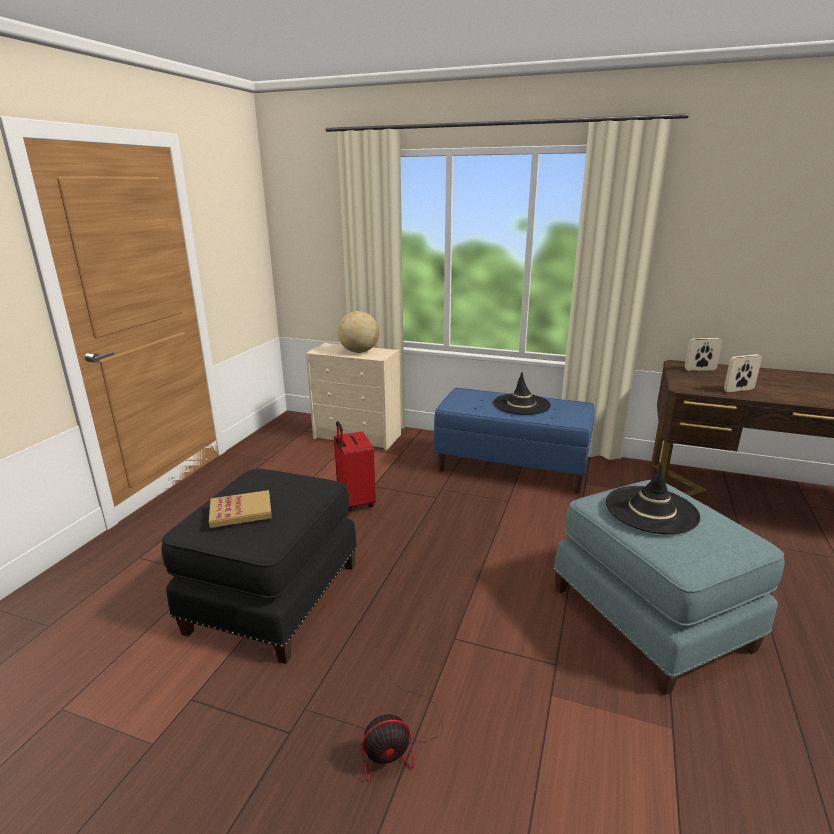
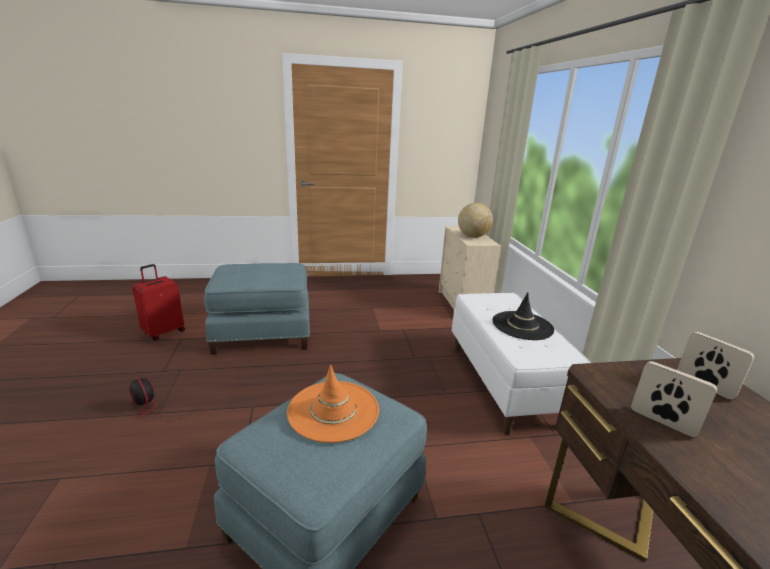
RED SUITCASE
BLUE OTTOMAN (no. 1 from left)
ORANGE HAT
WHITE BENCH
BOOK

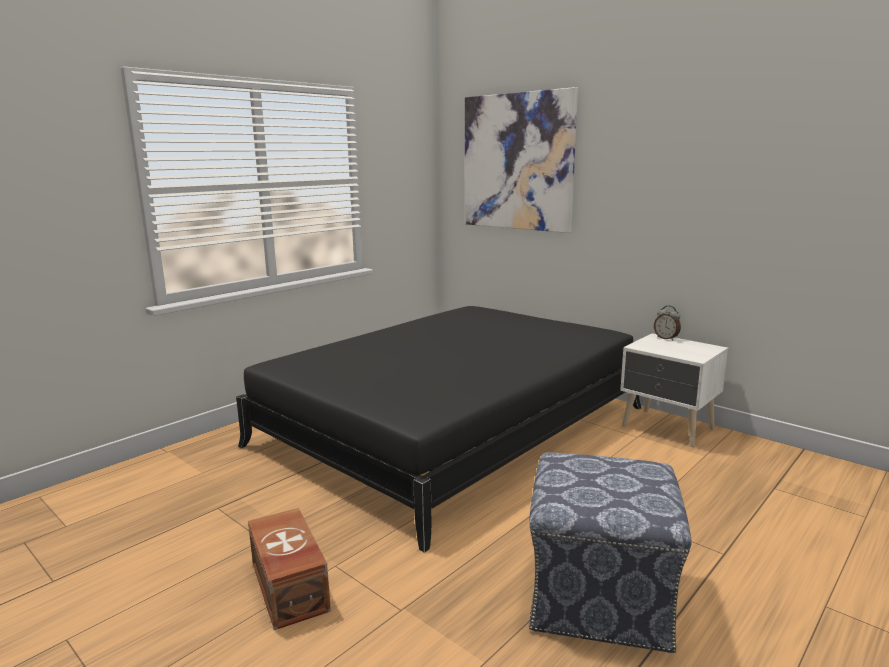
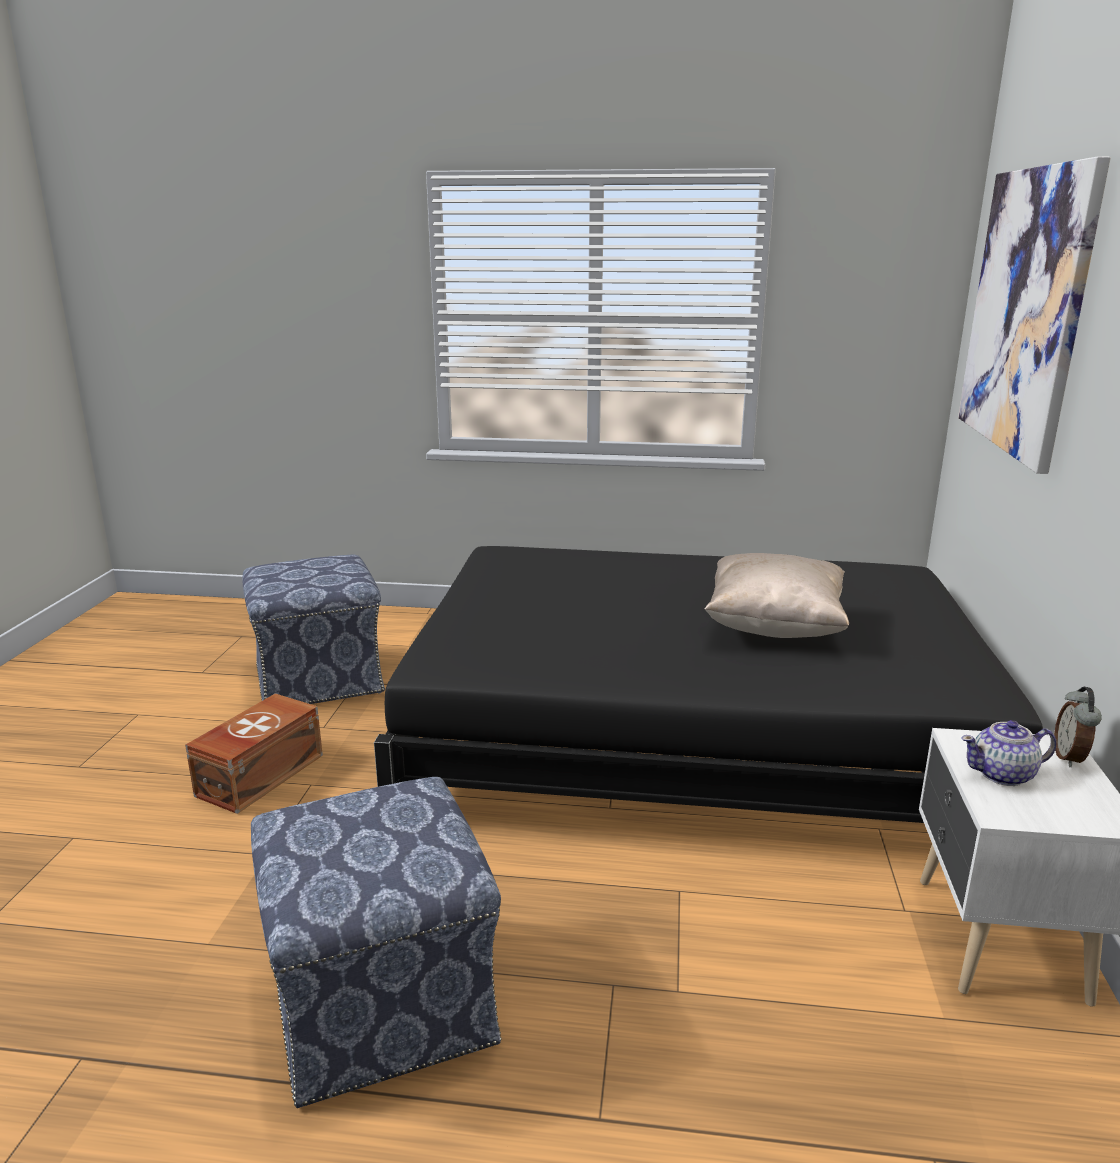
OTTOMAN (no. 1 from left)
BEIGE PILLOW
TEAPOT

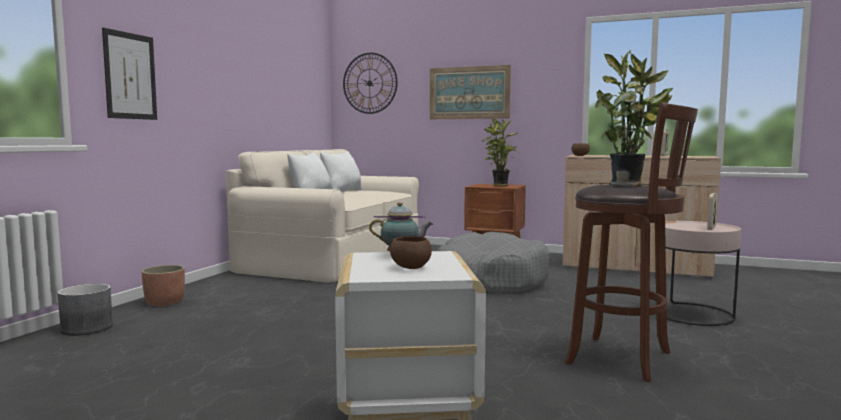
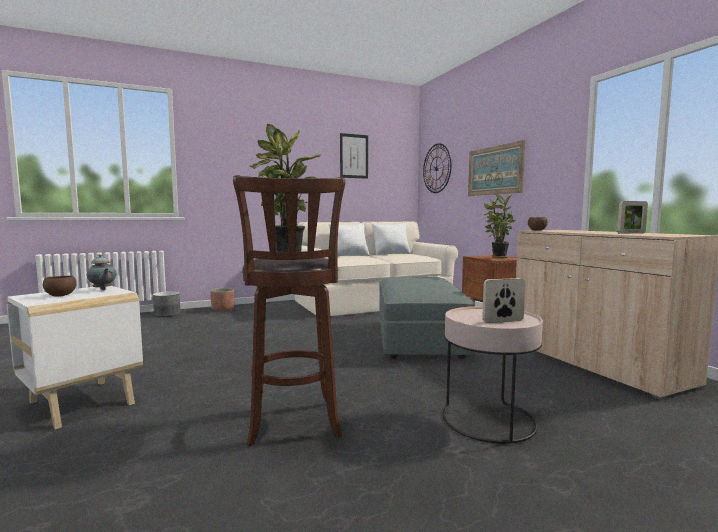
PICTURE (no. 1 from left)
GREY OTTOMAN

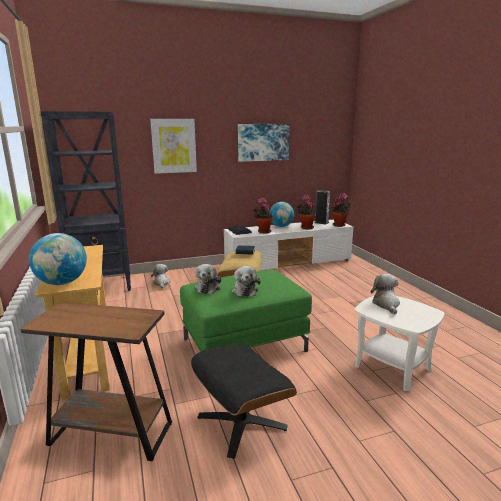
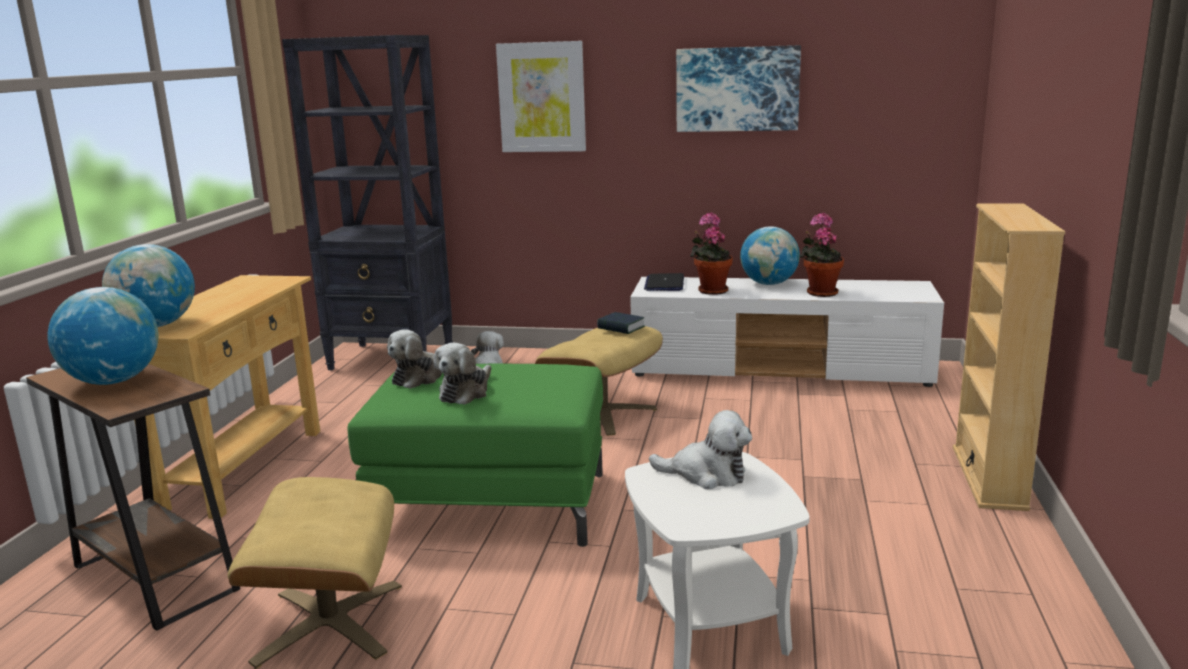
GLOBE (no. 1 from left)
BEIGE OTTOMAN (no. 1 from left)
PLUSH TOY (no. 4 from left)
BEIGE BOOKCASE
SPEAKER
POTTED PLANT (no. 3 from left in the first image)

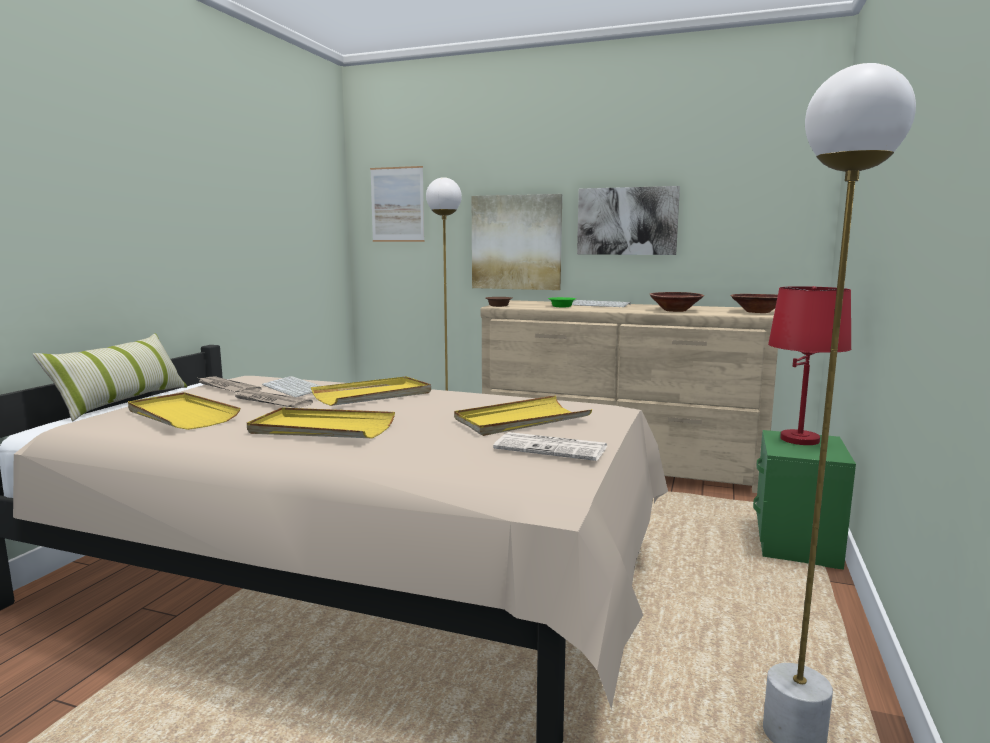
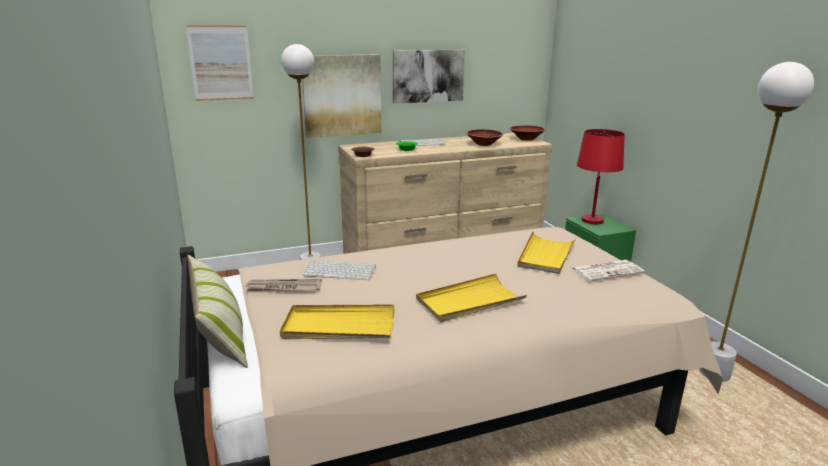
NEWSPAPER (no. 2 from left in the first image)
YELLOW TRAY (no. 3 from left in the first image)

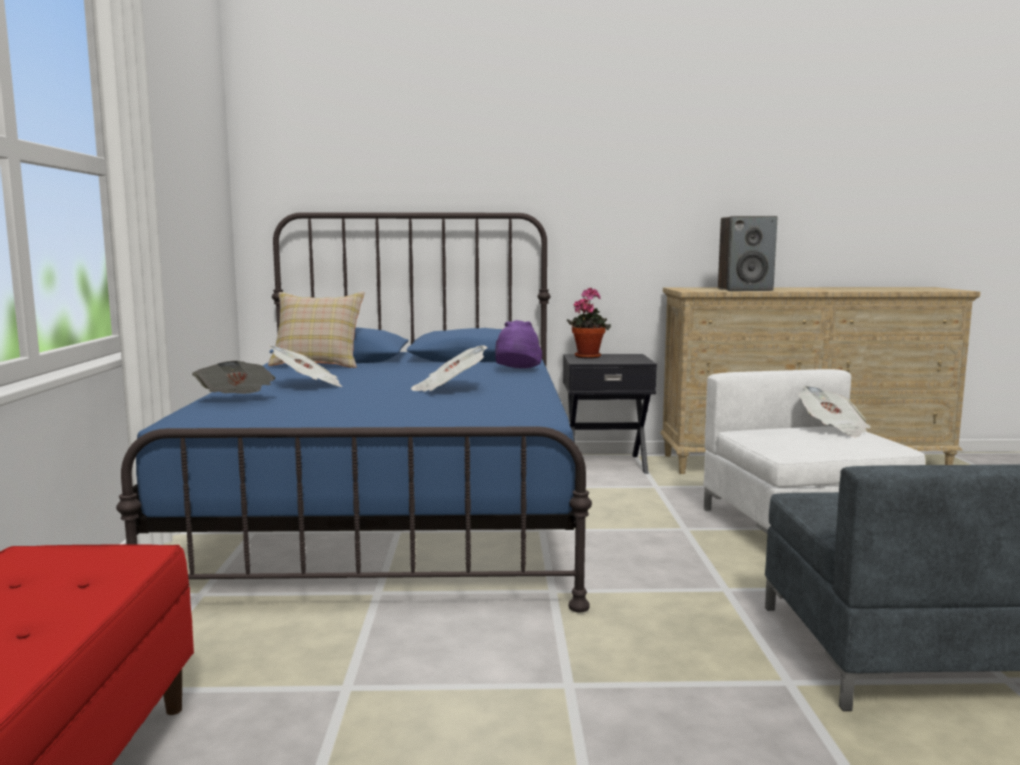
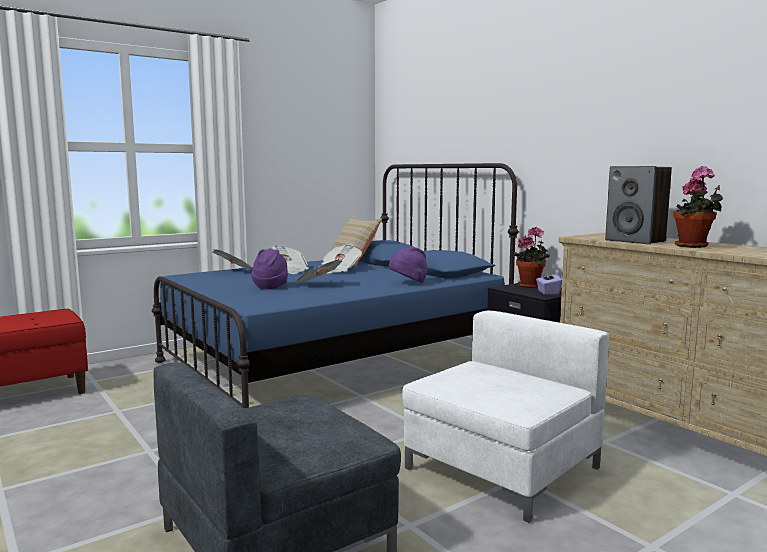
PURPLE HAT (no. 1 from left)
NEWSPAPER (no. 4 from left)
PURPLE TISSUE BOX
POTTED PLANT (no. 2 from left)

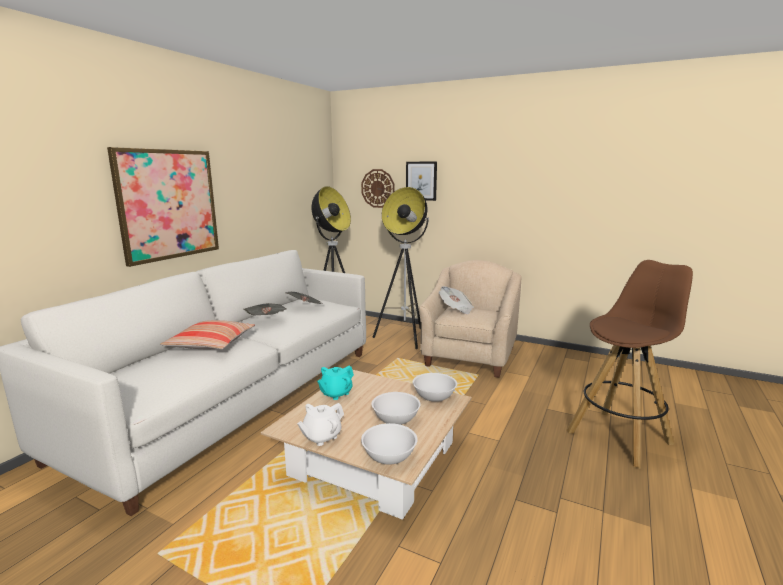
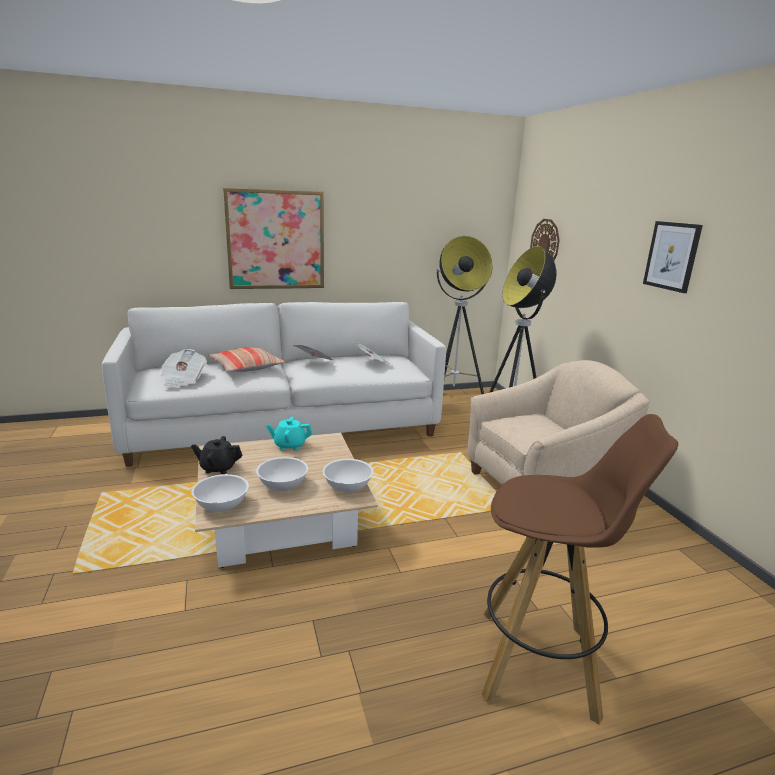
NEWSPAPER (no. 1 from left)
BLACK TEAPOT
PICTURE (no. 2 from left)

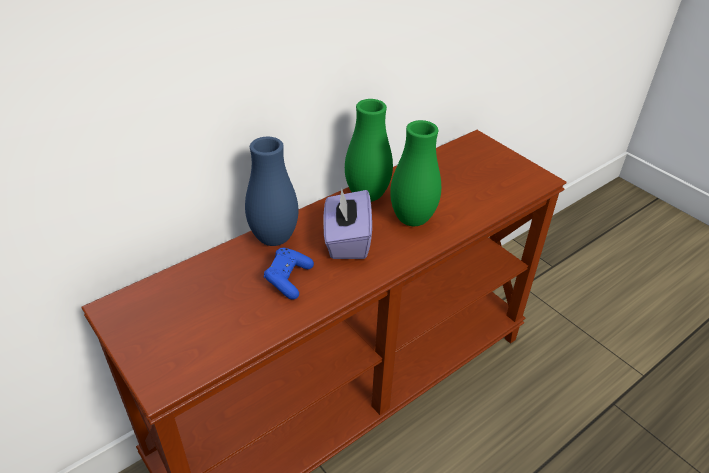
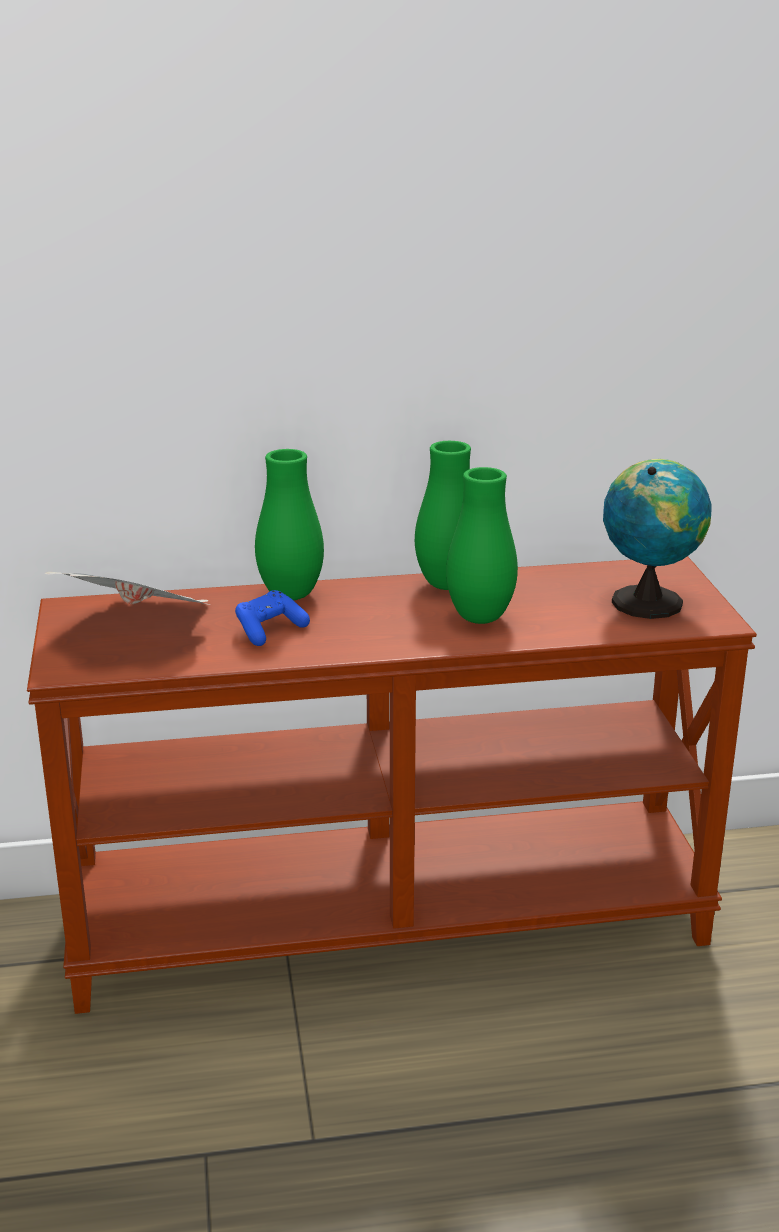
NEWSPAPER
GREEN VASE (no. 1 from left)
GLOBE
PURPLE TISSUE BOX

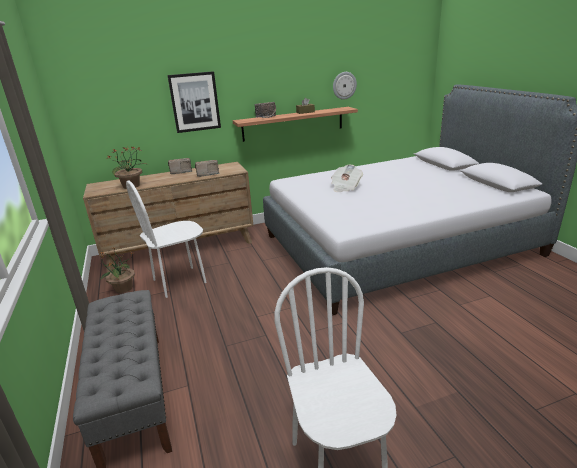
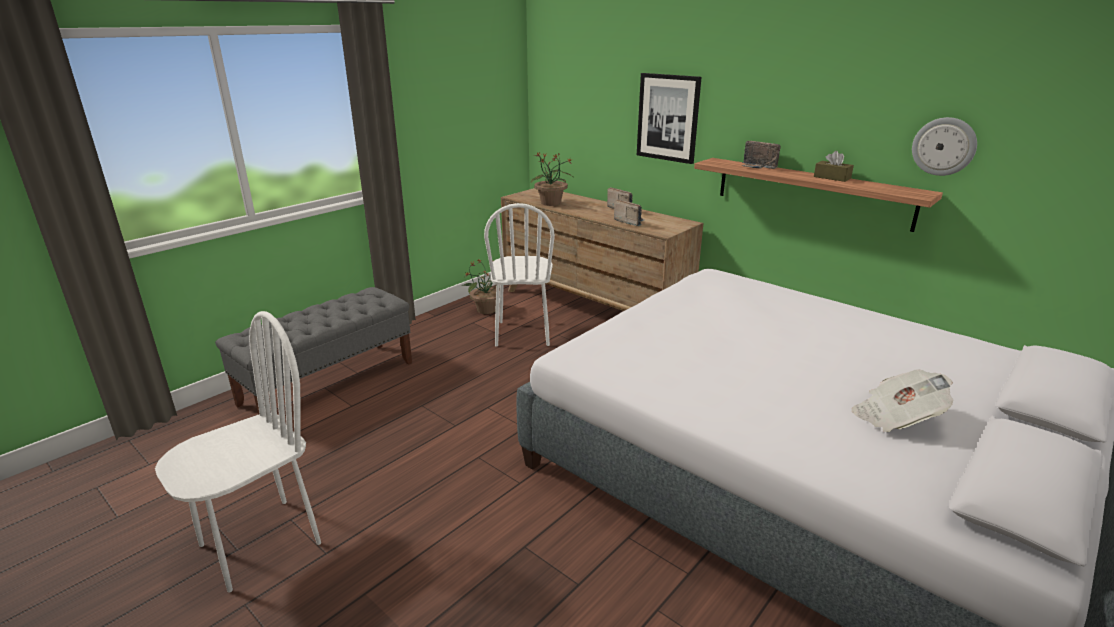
WHITE CHAIR (no. 2 from left)
NEWSPAPER

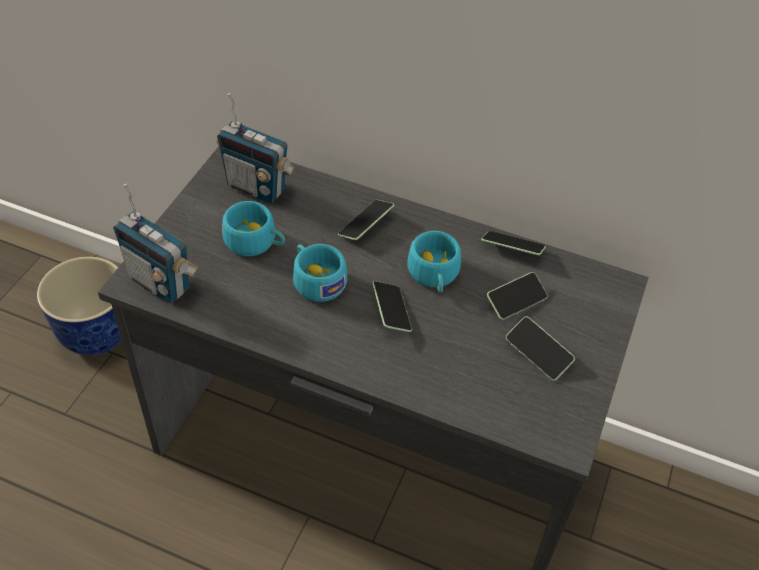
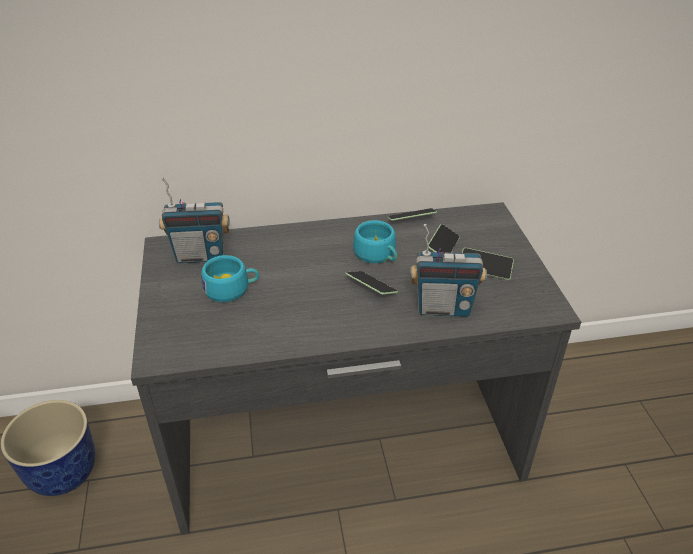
RADIO (no. 2 from left)
TURQUOISE CUP (no. 2 from left in the first image)
PHONE (no. 1 from left in the first image)

